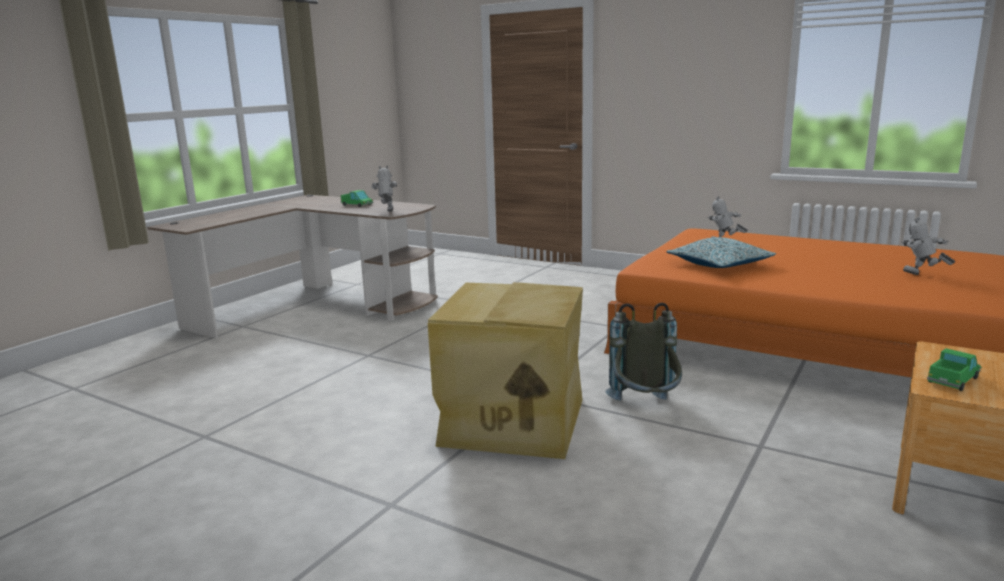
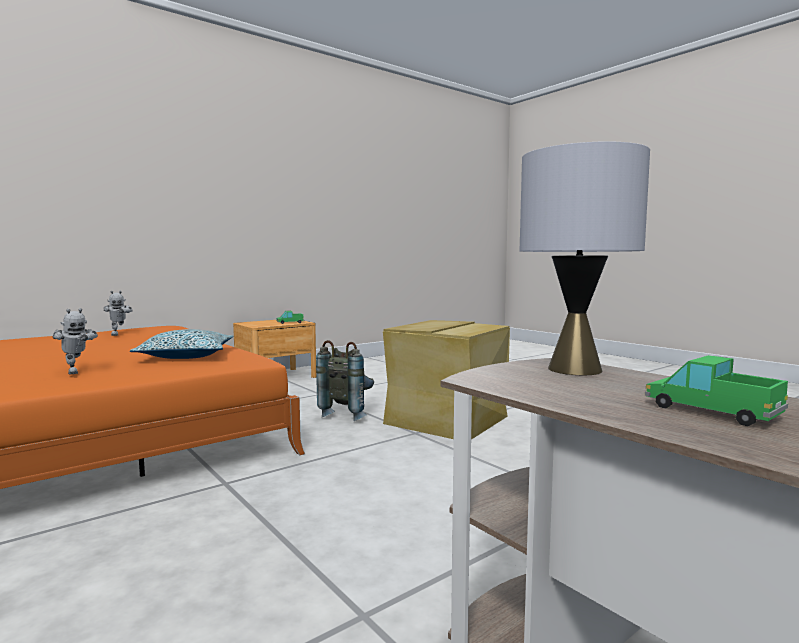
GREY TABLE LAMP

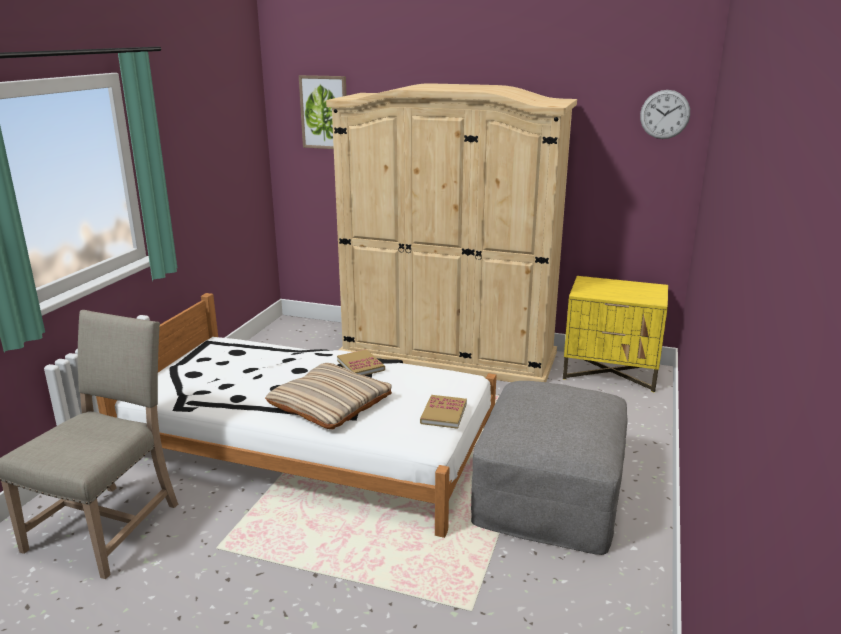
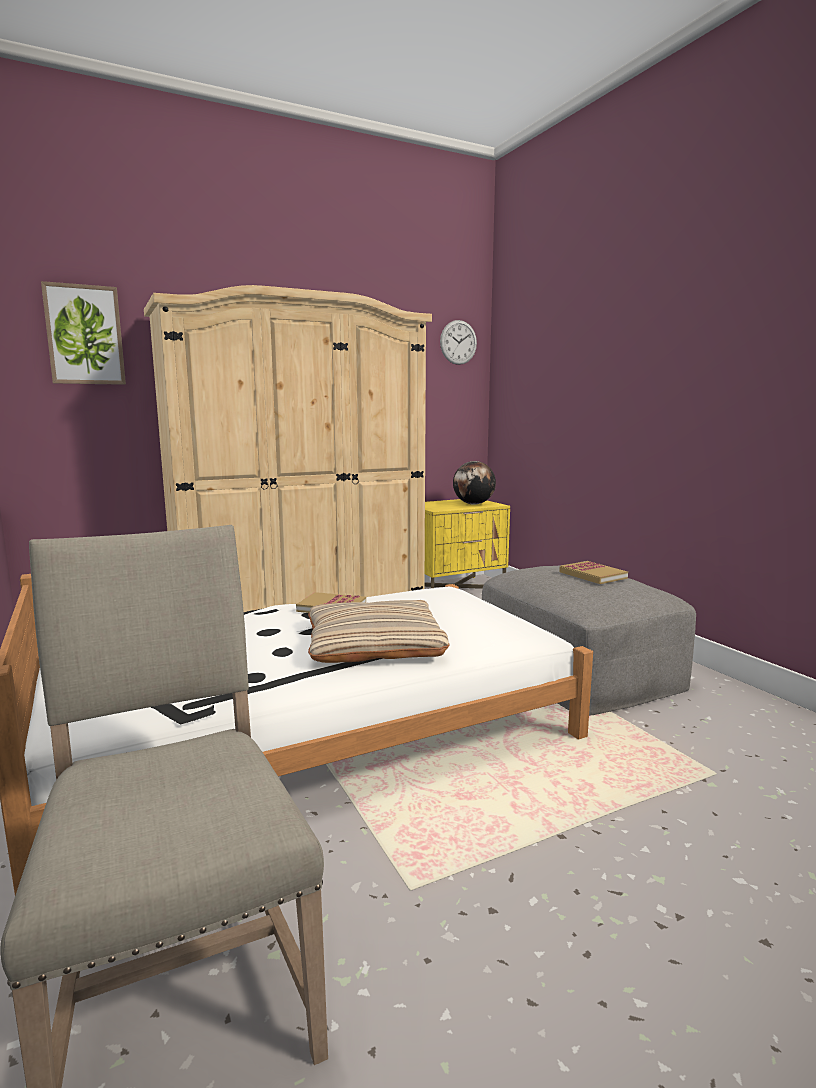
GLOBE
BOOK (no. 2 from left)

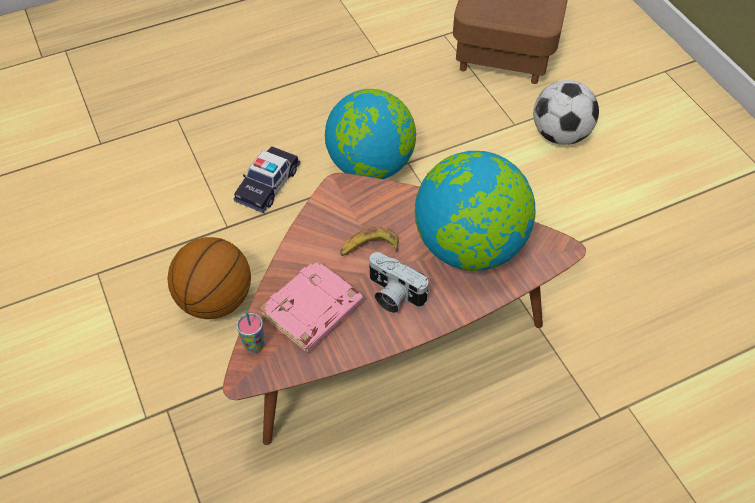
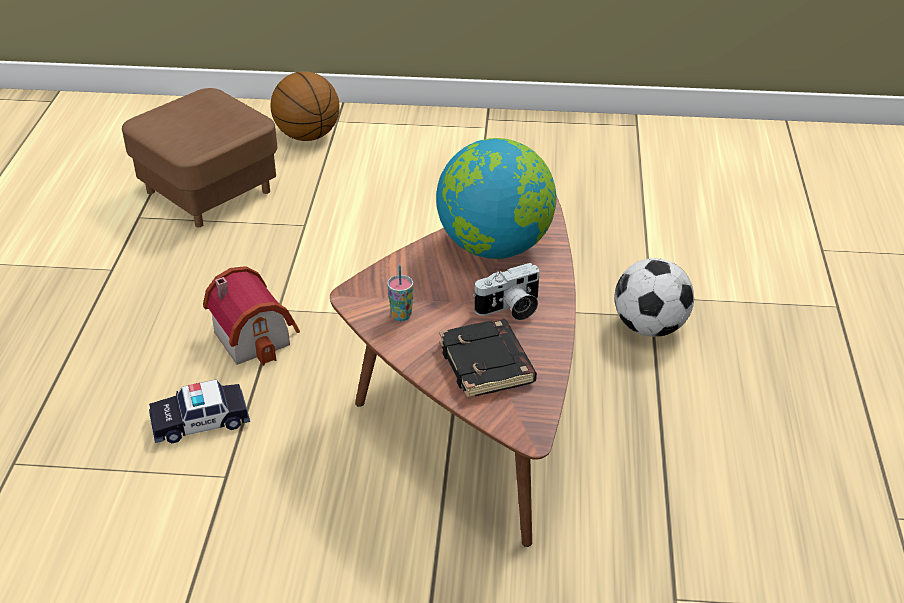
TOY CAR
TOY HOUSE
BASKETBALL
CUP
BLACK BOOK
FOOTBALL
BANANA

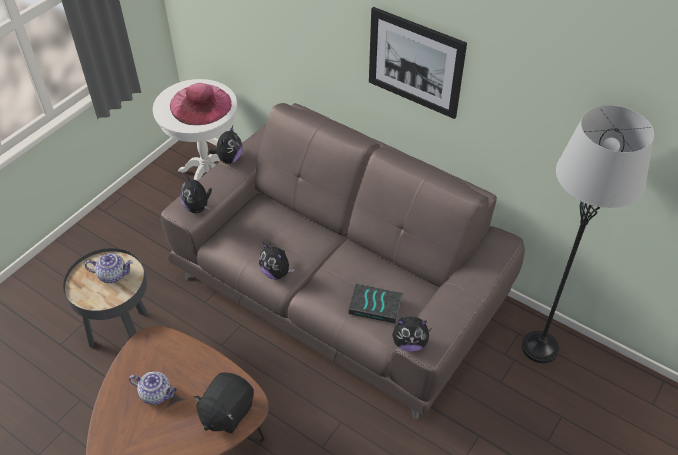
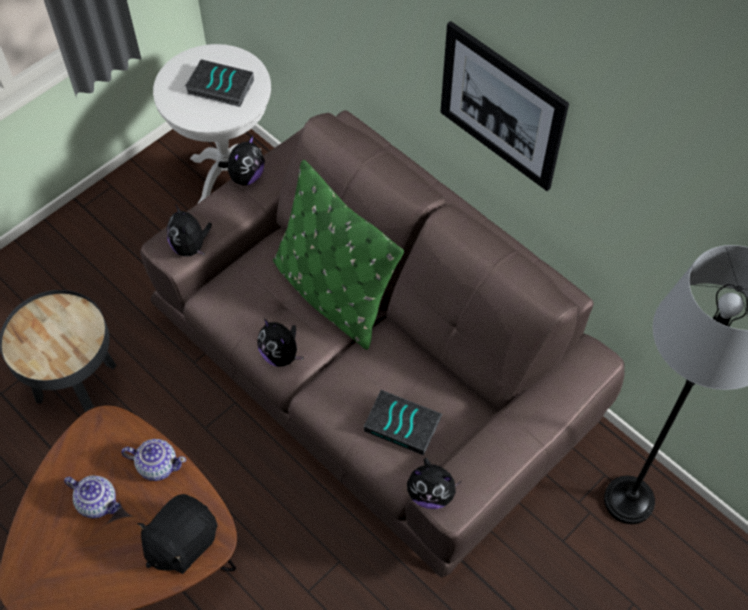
TEAPOT (no. 2 from left)
BOOK (no. 1 from left)
GREEN PILLOW

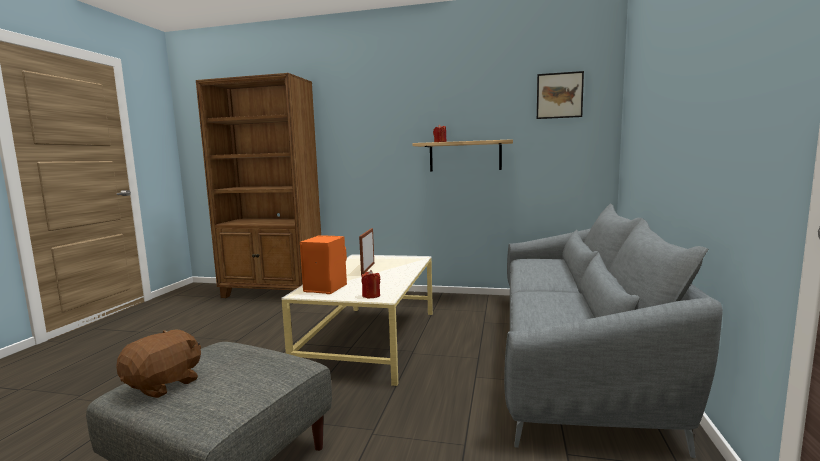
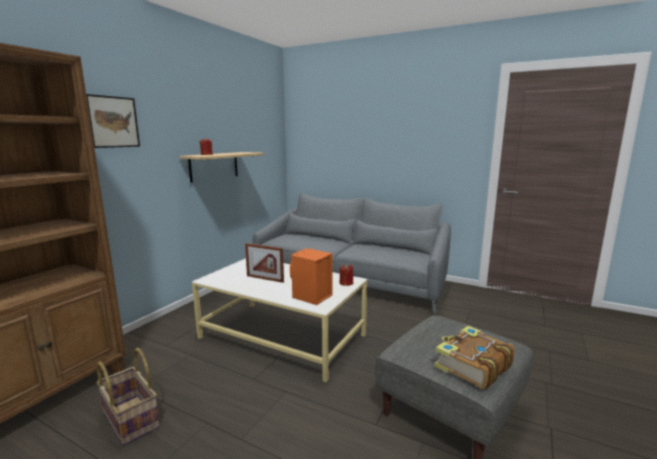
PICTURE
BASKET
BOOK

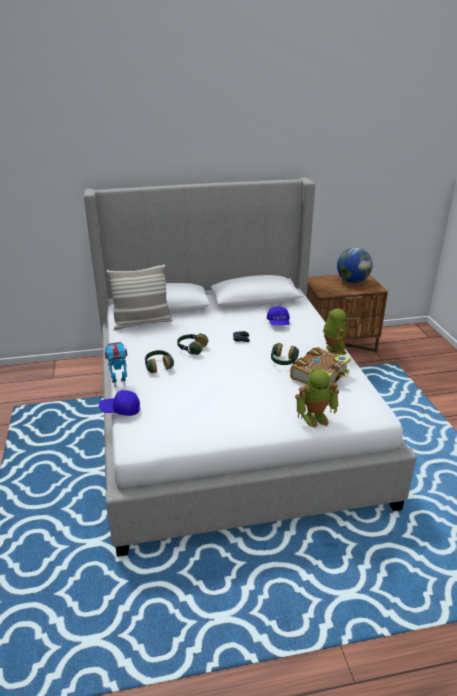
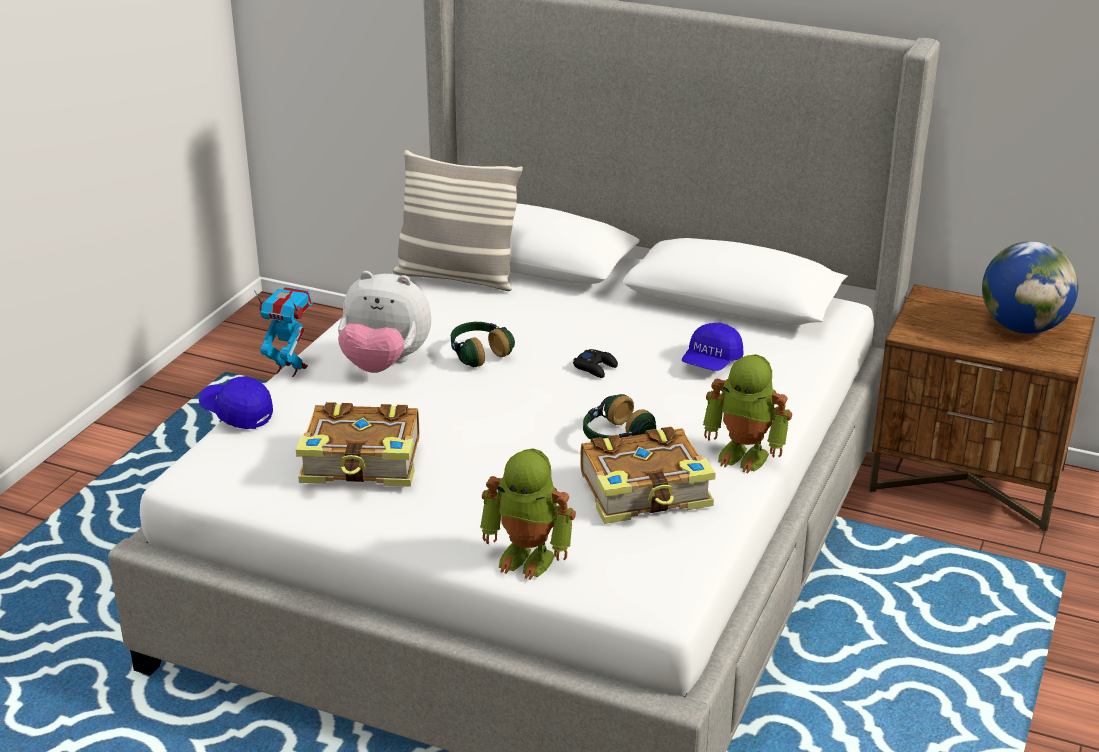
BOOK (no. 1 from left)
PLUSH TOY
TOY ROBOT (no. 3 from left)

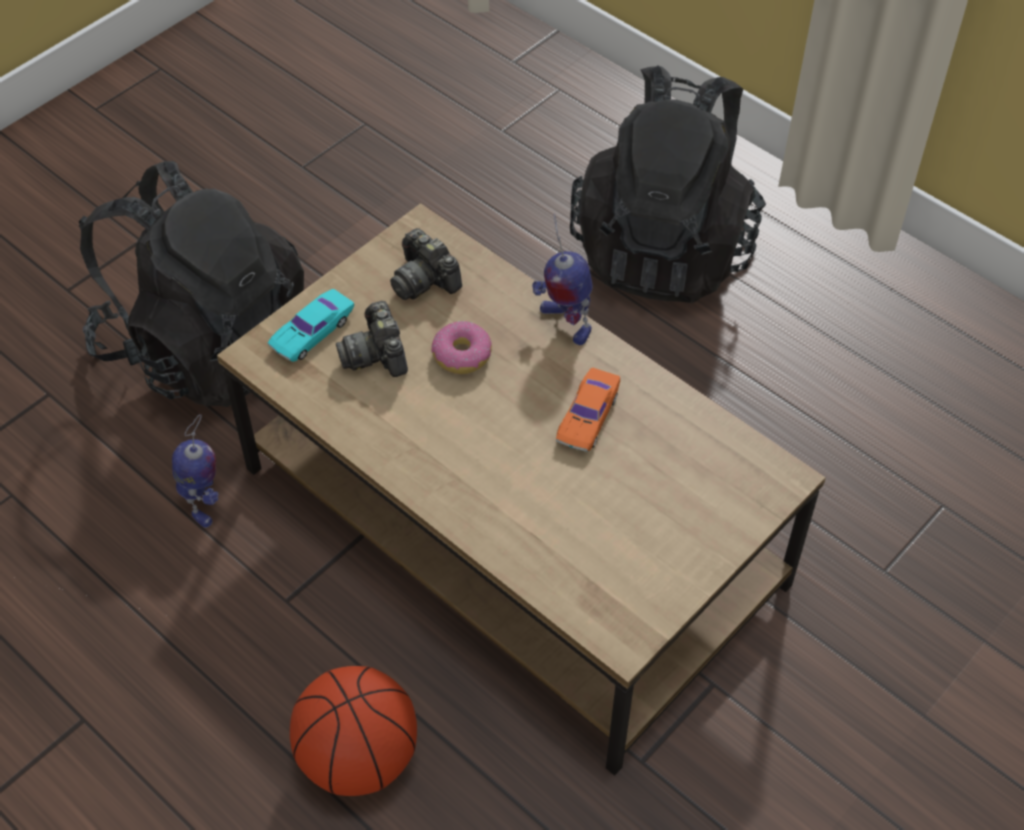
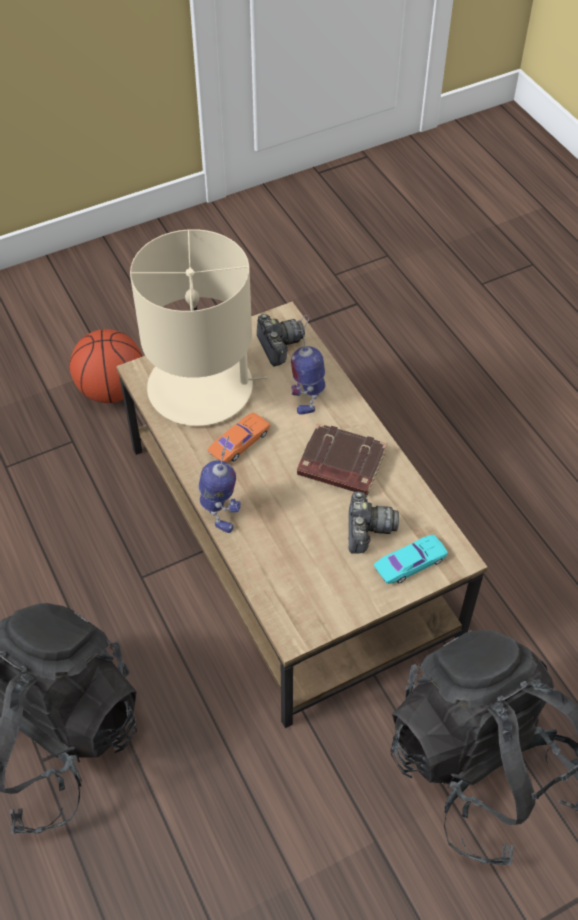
BASKETBALL
BEIGE TABLE LAMP
PHOTO CAMERA (no. 1 from left)
TOY ROBOT (no. 2 from left)
BROWN BOOK
DONUT

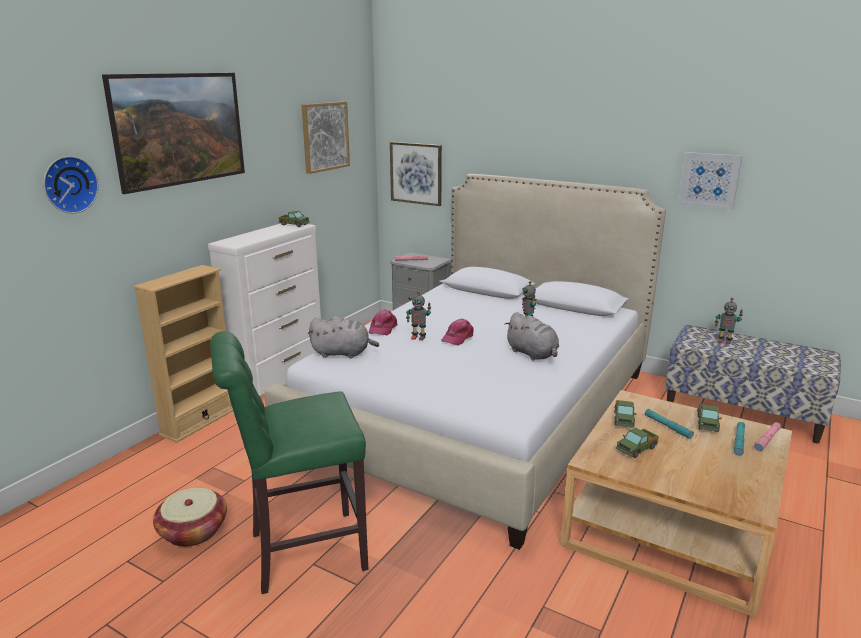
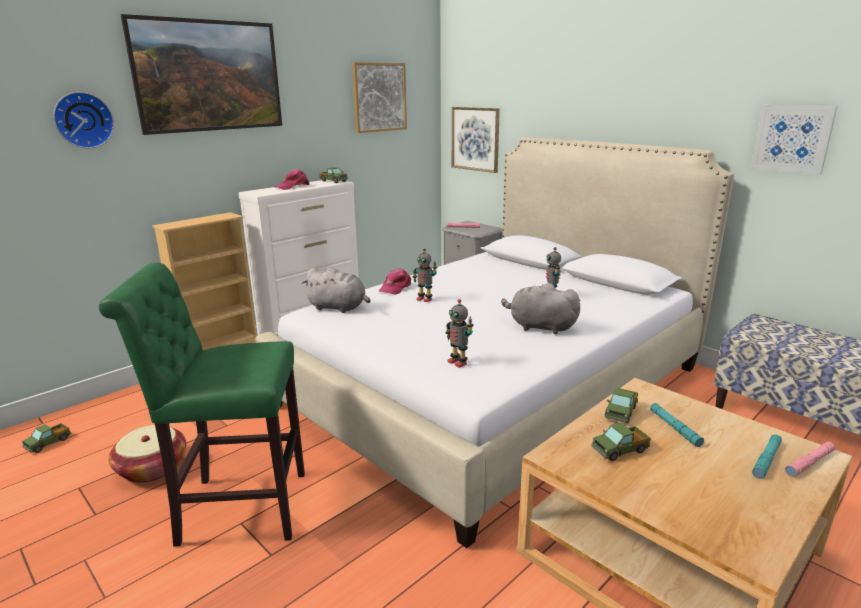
TOY TRUCK (no. 1 from left)
PINK CAP (no. 1 from left)
TOY ROBOT (no. 2 from left)
GREY PLUSH TOY (no. 2 from left)

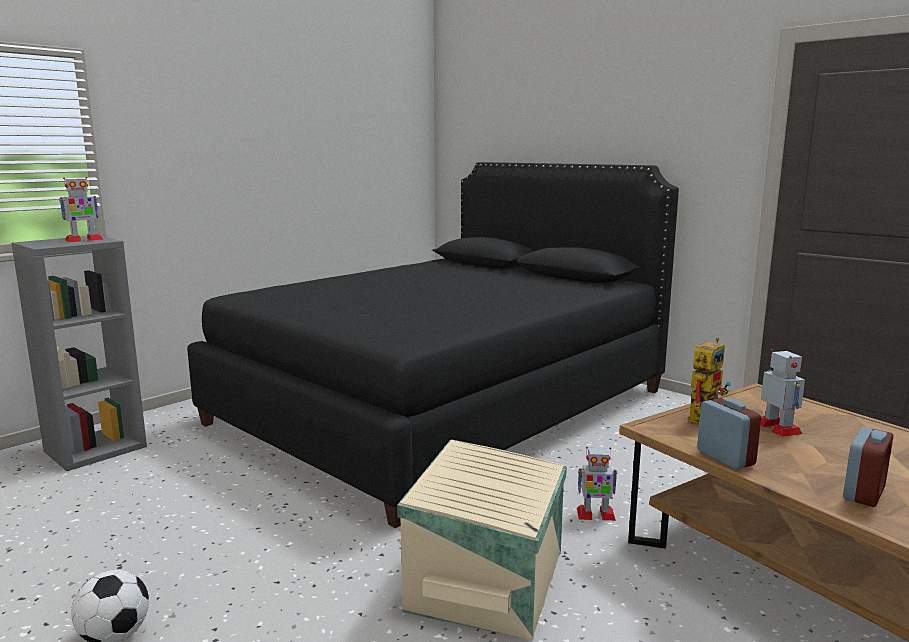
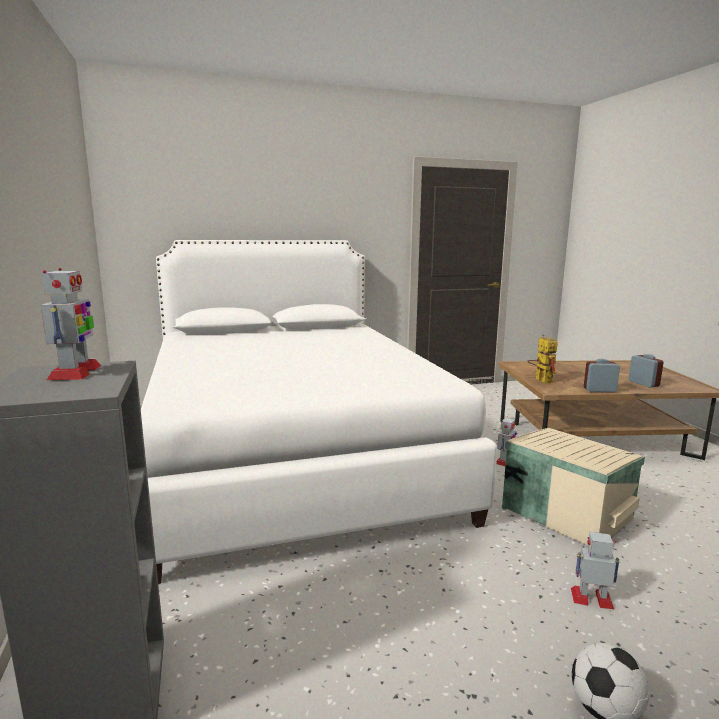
WHITE BED
TOY ROBOT (no. 4 from left)

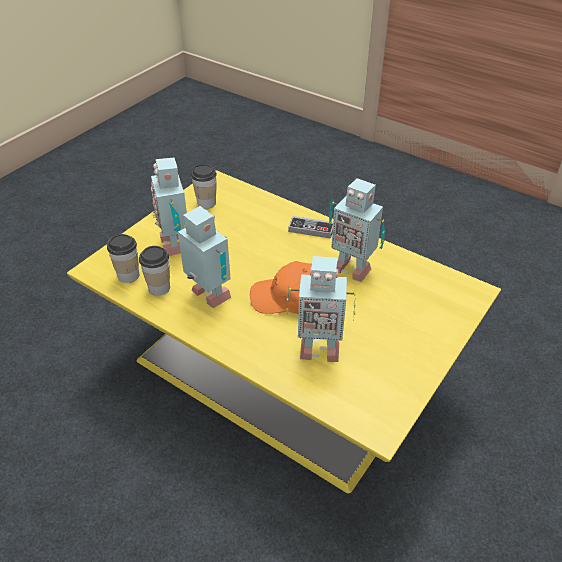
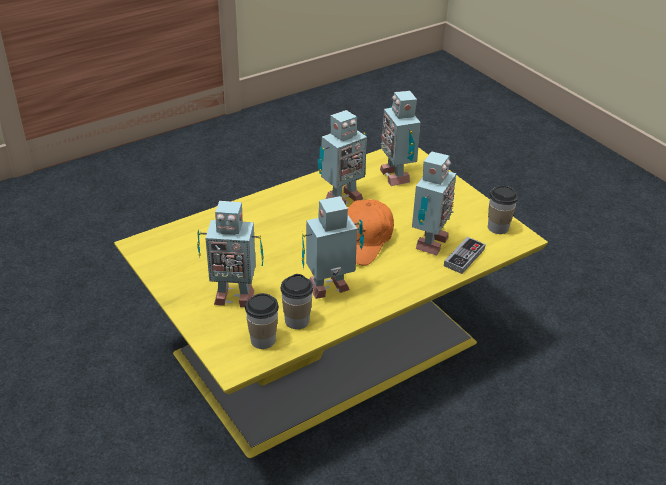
TOY ROBOT (no. 4 from left)
GAME CONTROLLER
CUP (no. 3 from left)

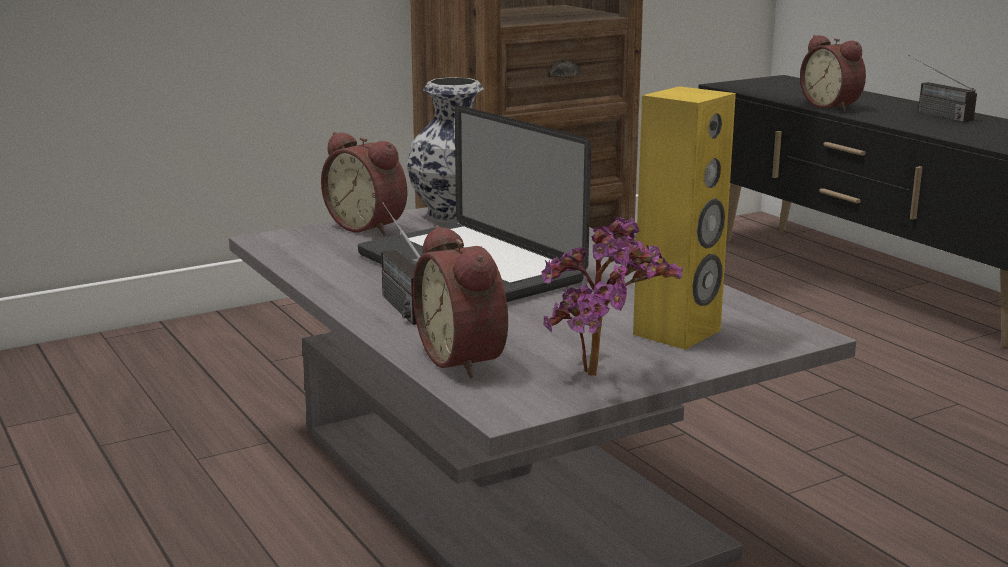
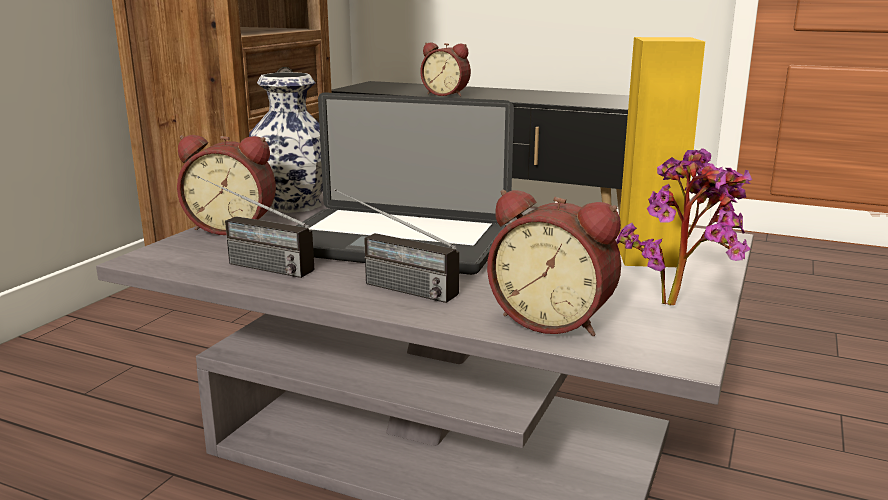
RADIO (no. 1 from left)

